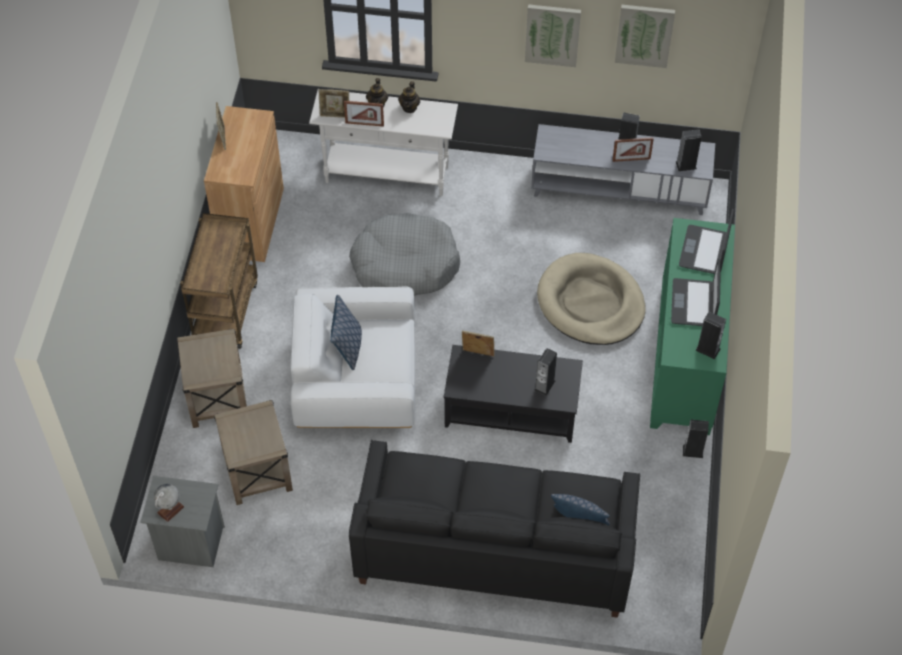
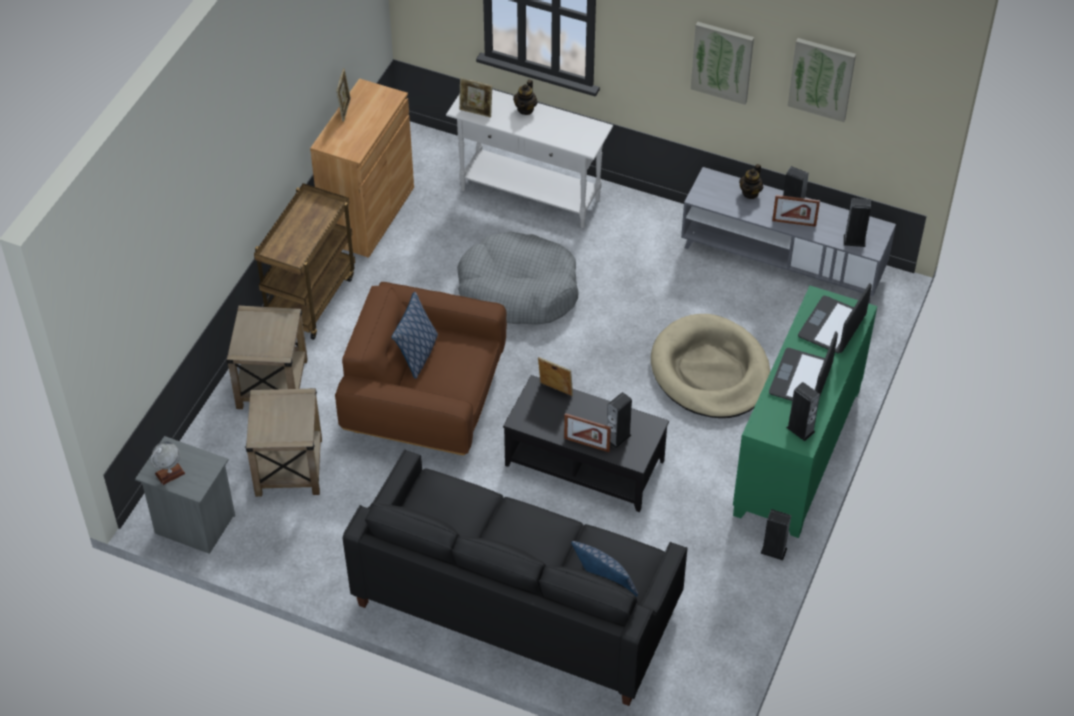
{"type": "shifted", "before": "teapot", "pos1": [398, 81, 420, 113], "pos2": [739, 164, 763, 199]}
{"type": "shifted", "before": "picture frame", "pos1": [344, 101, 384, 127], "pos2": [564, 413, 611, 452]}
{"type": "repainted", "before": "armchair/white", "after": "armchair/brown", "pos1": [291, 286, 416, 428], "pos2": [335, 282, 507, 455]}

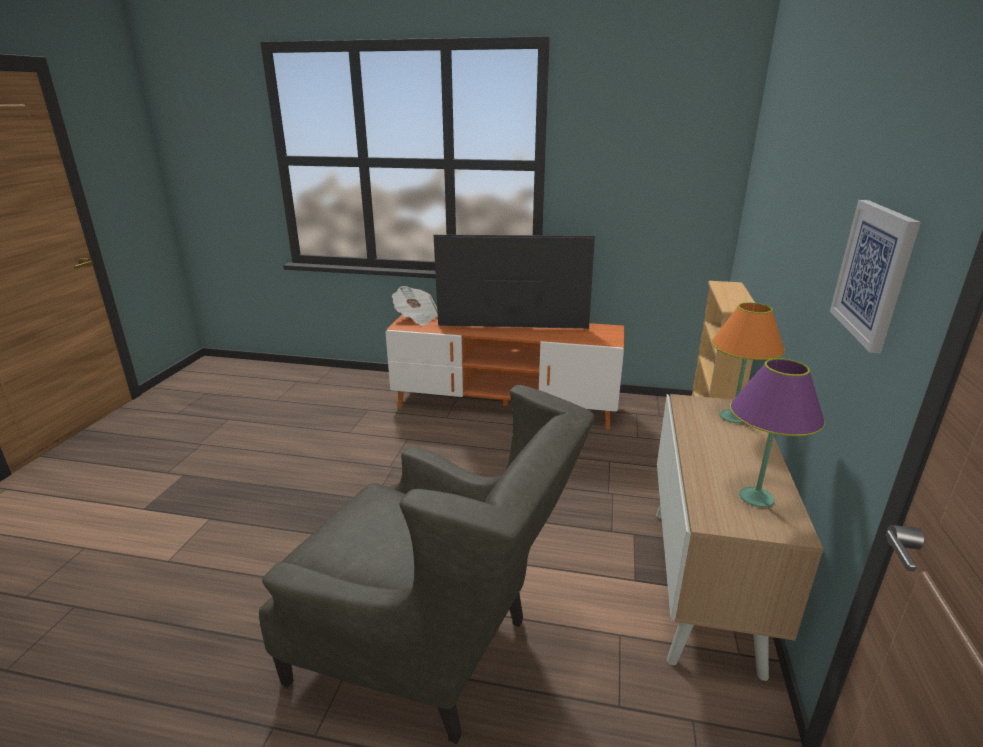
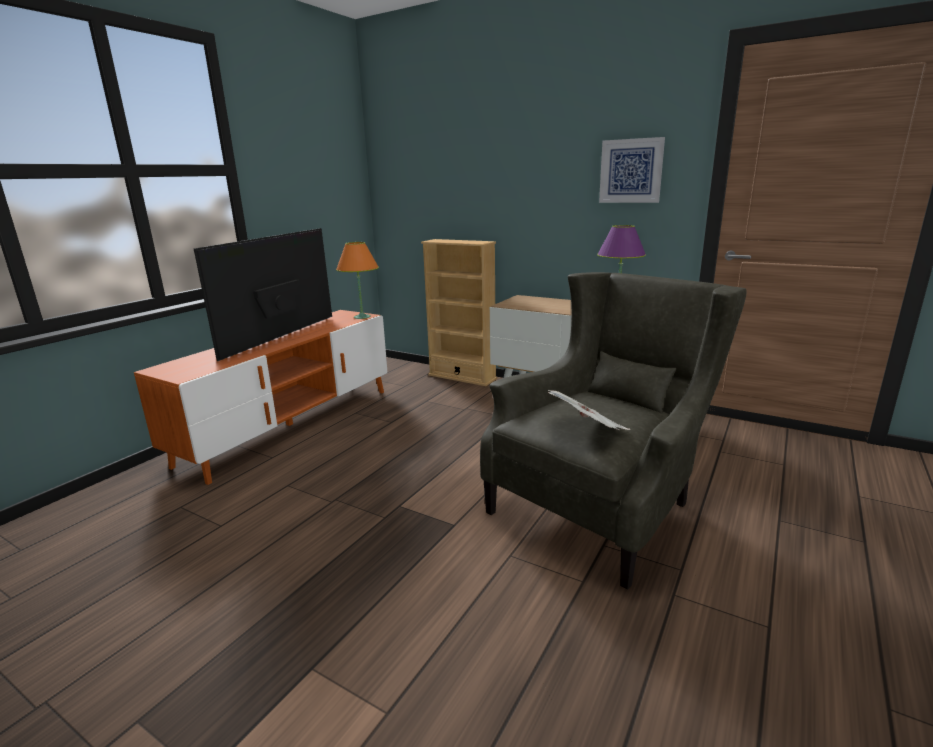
{"type": "shifted", "before": "newspaper", "pos1": [392, 286, 438, 325], "pos2": [548, 390, 631, 430]}
{"type": "shifted", "before": "table lamp/orange", "pos1": [711, 303, 785, 423], "pos2": [336, 242, 379, 319]}

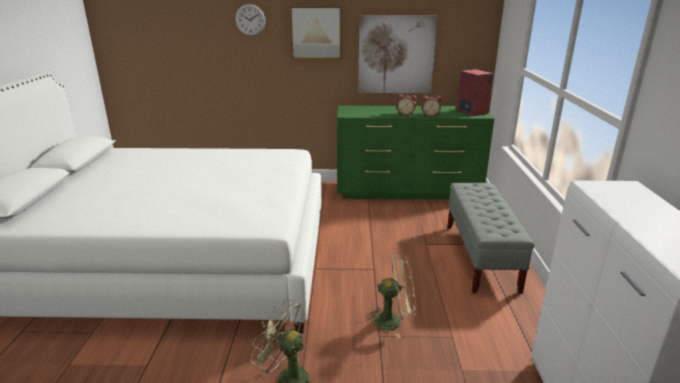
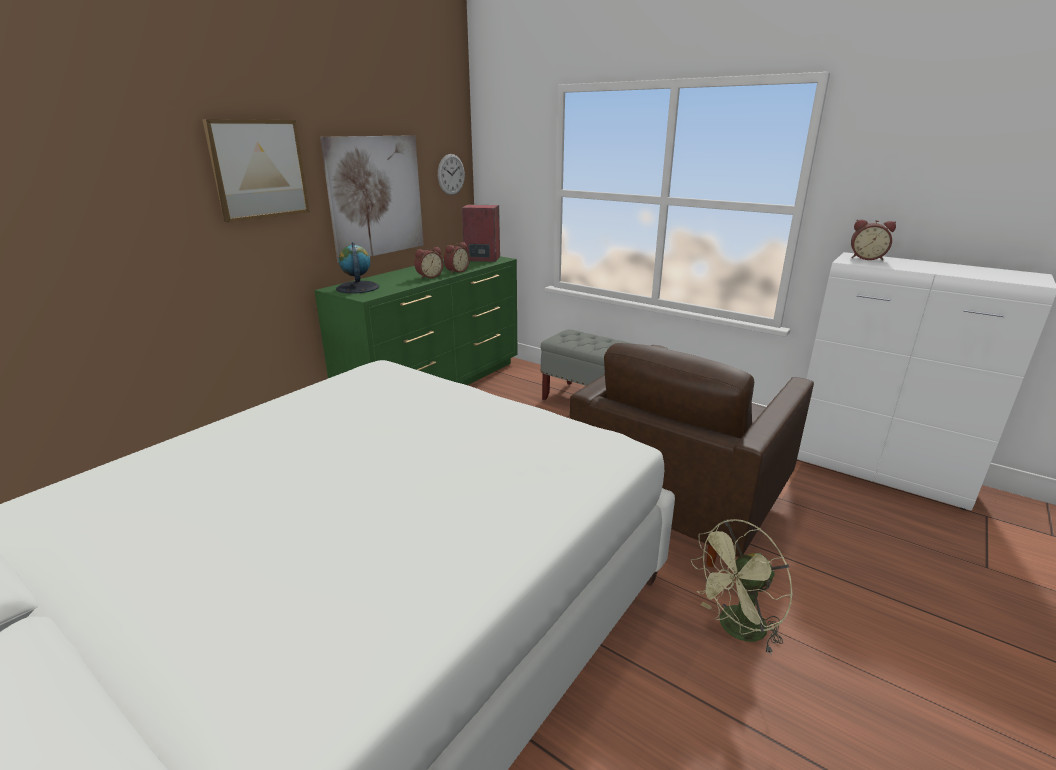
{"type": "shifted", "before": "wall clock", "pos1": [235, 4, 265, 36], "pos2": [438, 154, 465, 195]}
{"type": "swapped", "before": "fan/green", "after": "armchair/brown", "pos1": [365, 255, 416, 338], "pos2": [570, 343, 814, 567]}
{"type": "new", "after": "alarm clock", "pos2": [851, 219, 896, 260]}
{"type": "new", "after": "globe", "pos2": [336, 242, 379, 294]}

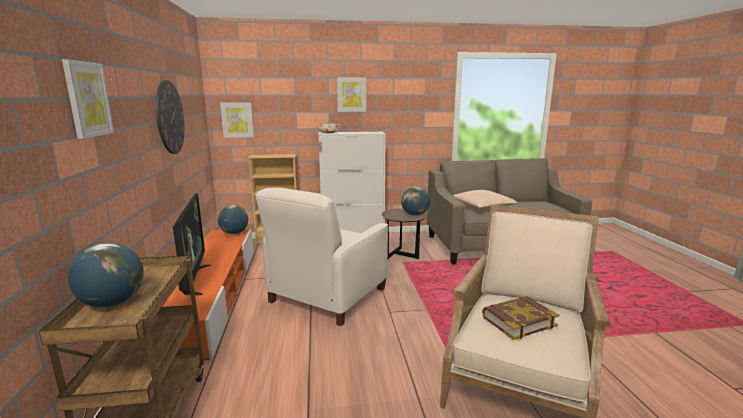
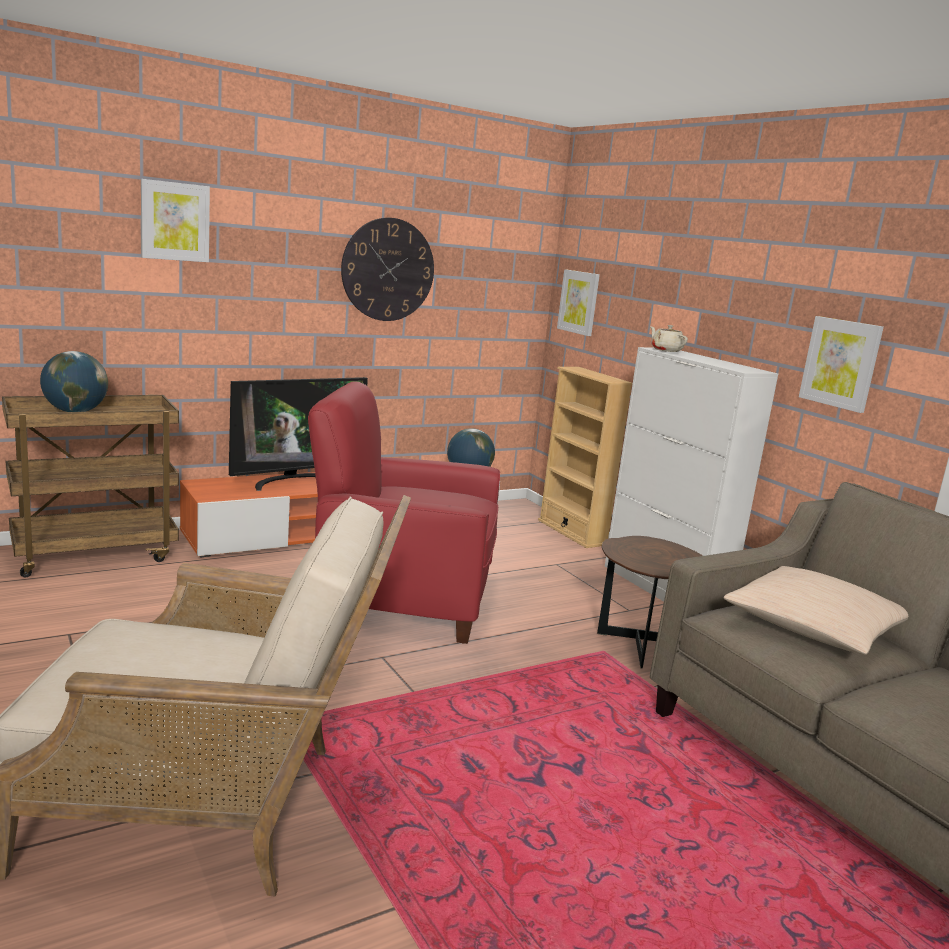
{"type": "shifted", "before": "picture", "pos1": [337, 77, 366, 112], "pos2": [799, 316, 884, 413]}
{"type": "gone", "before": "globe", "pos1": [401, 187, 430, 216]}
{"type": "repainted", "before": "armchair/white", "after": "armchair/red", "pos1": [256, 188, 388, 326], "pos2": [308, 381, 500, 644]}
{"type": "gone", "before": "book", "pos1": [482, 296, 559, 340]}

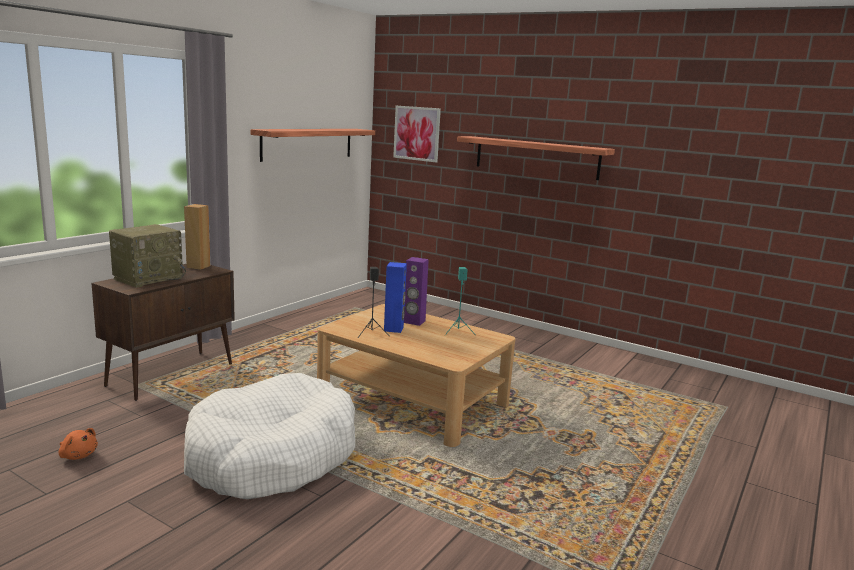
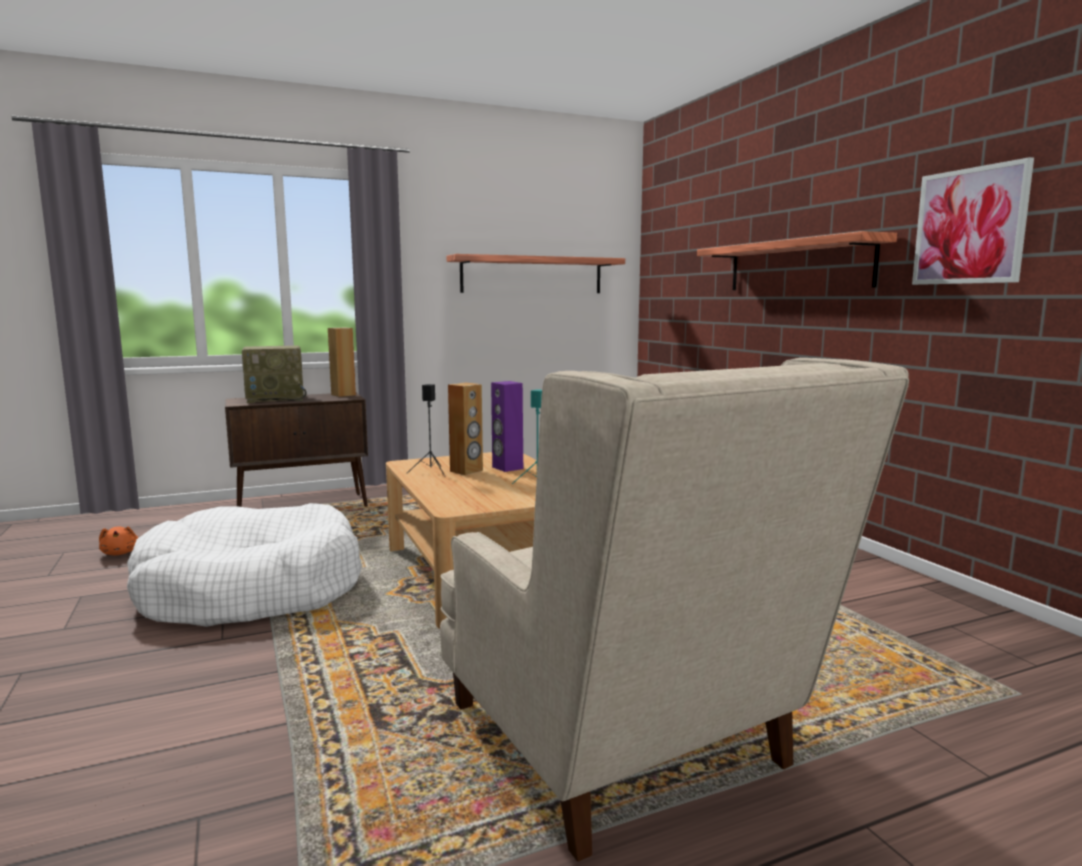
{"type": "shifted", "before": "picture", "pos1": [393, 106, 441, 162], "pos2": [912, 157, 1034, 285]}
{"type": "repainted", "before": "speaker/blue", "after": "speaker/brown", "pos1": [384, 262, 407, 333], "pos2": [448, 383, 483, 475]}
{"type": "new", "after": "armchair/beige", "pos2": [440, 358, 909, 861]}

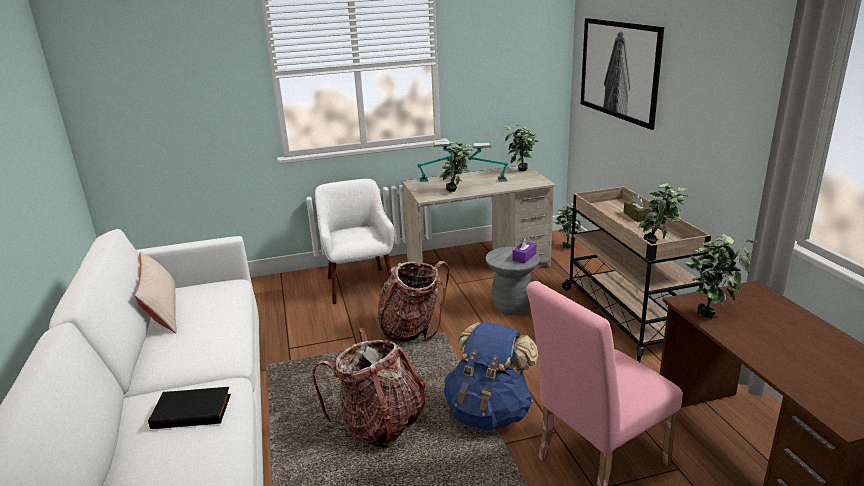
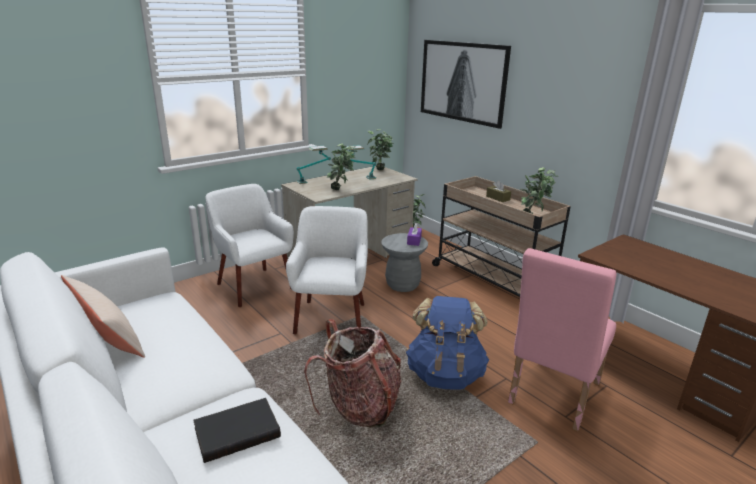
{"type": "gone", "before": "potted plant", "pos1": [685, 233, 759, 318]}
{"type": "swapped", "before": "backpack", "after": "armchair/white", "pos1": [378, 261, 450, 343], "pos2": [286, 206, 368, 334]}

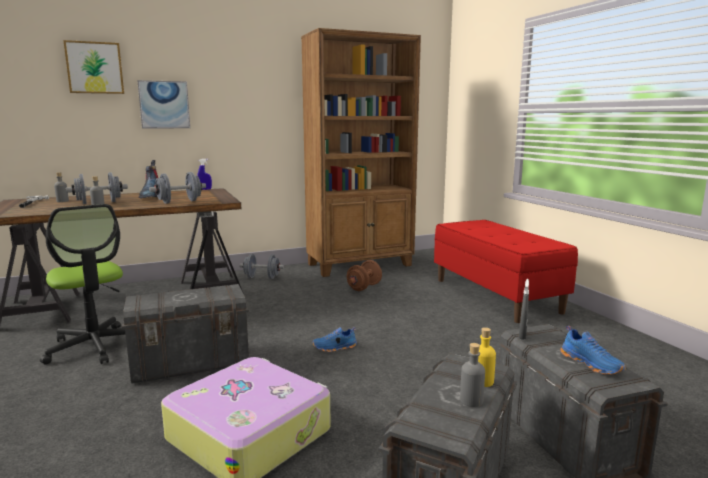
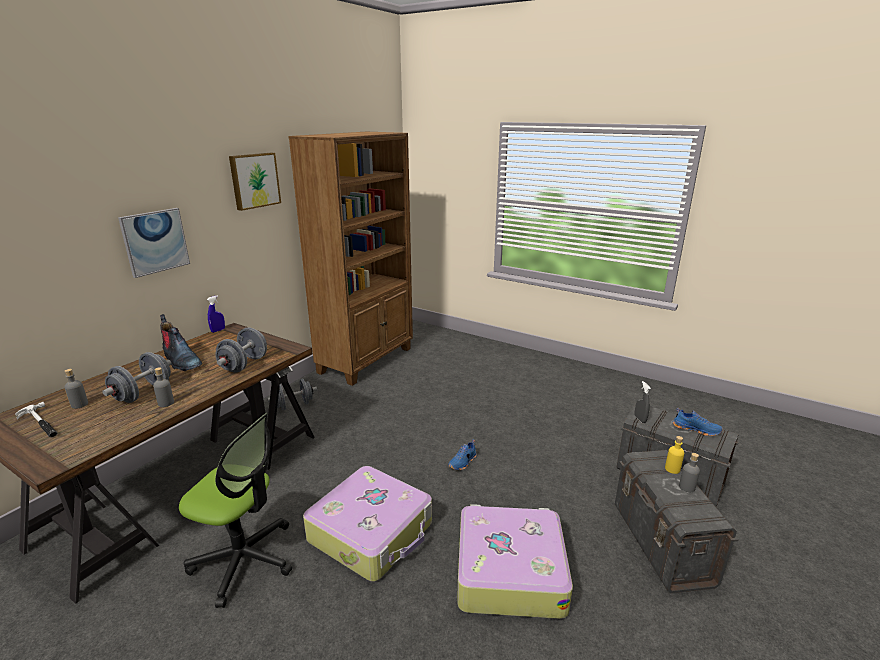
{"type": "shifted", "before": "picture", "pos1": [63, 40, 124, 94], "pos2": [229, 153, 281, 211]}
{"type": "gone", "before": "bench/red", "pos1": [434, 220, 578, 323]}
{"type": "gone", "before": "dumbbell/brown", "pos1": [347, 260, 382, 291]}
{"type": "swapped", "before": "storage box/grey", "after": "suitcase", "pos1": [122, 284, 249, 384], "pos2": [303, 466, 432, 581]}

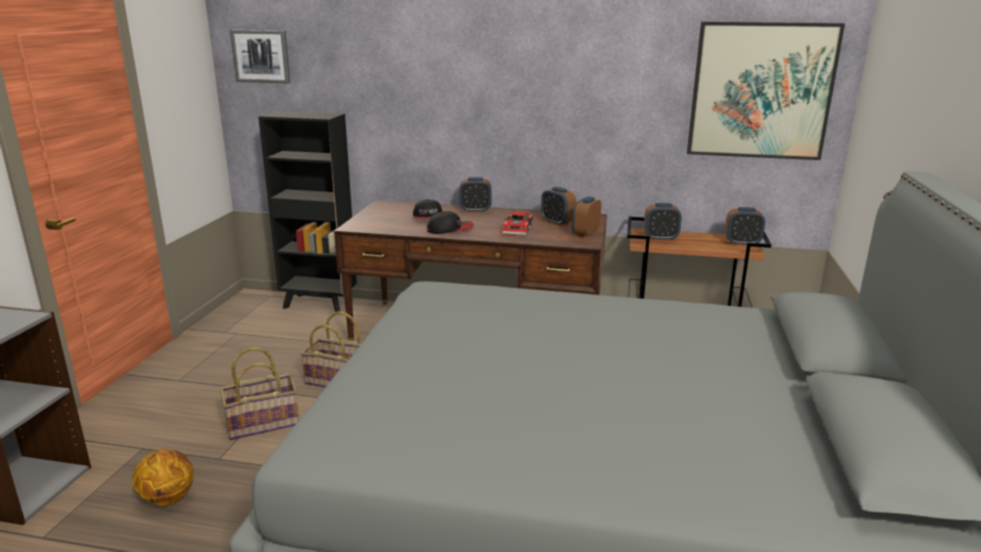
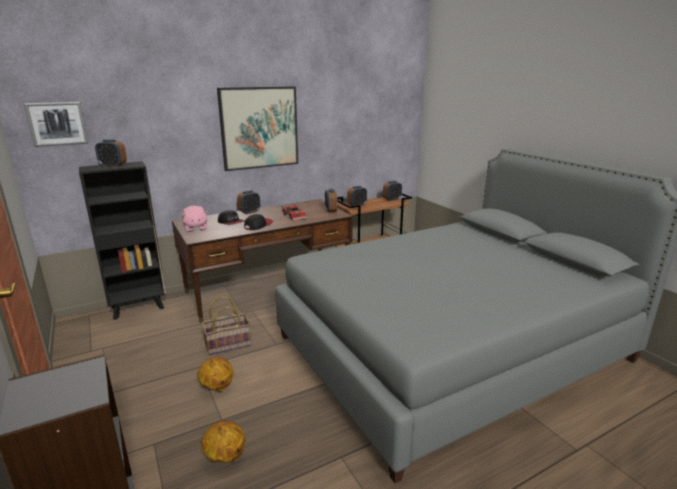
{"type": "shifted", "before": "picture", "pos1": [687, 22, 845, 160], "pos2": [217, 86, 298, 171]}
{"type": "shifted", "before": "alarm clock", "pos1": [541, 187, 576, 226], "pos2": [95, 139, 127, 167]}
{"type": "swapped", "before": "basket", "after": "basketball", "pos1": [220, 347, 299, 440], "pos2": [198, 357, 234, 392]}
{"type": "new", "after": "plush toy/pink", "pos2": [181, 206, 208, 232]}

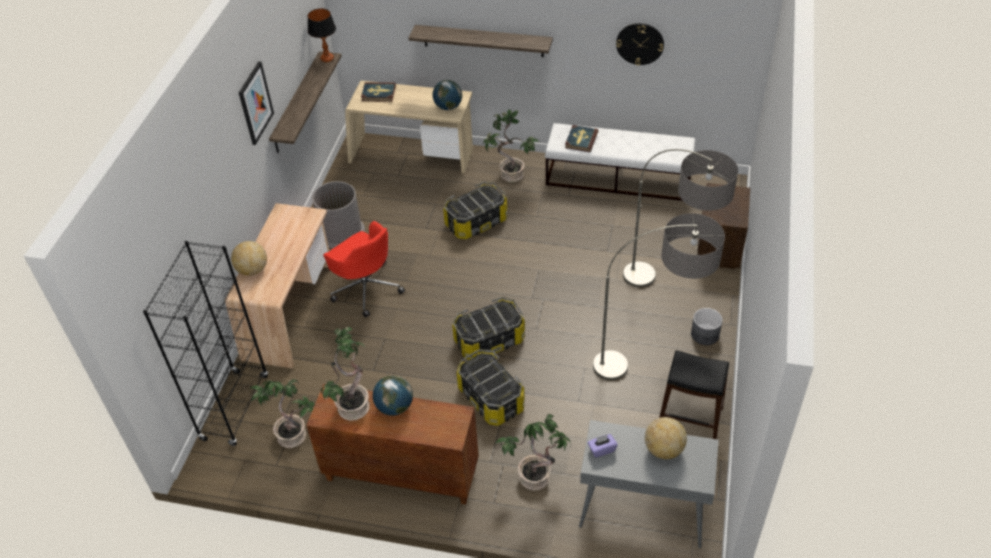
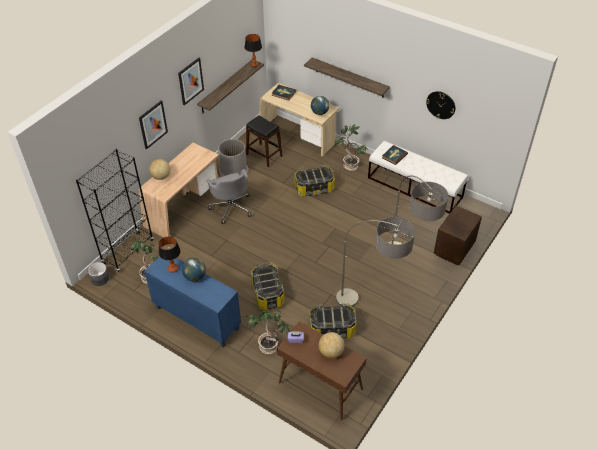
{"type": "repainted", "before": "office chair/red", "after": "office chair/grey", "pos1": [323, 221, 405, 318], "pos2": [207, 169, 252, 224]}
{"type": "shifted", "before": "storage box", "pos1": [452, 297, 525, 360], "pos2": [310, 303, 357, 338]}
{"type": "shifted", "before": "planter/grey", "pos1": [691, 308, 723, 345], "pos2": [88, 262, 109, 286]}
{"type": "swapped", "before": "potted plant", "after": "table lamp", "pos1": [321, 327, 370, 421], "pos2": [159, 237, 181, 272]}
{"type": "shifted", "before": "stool/black", "pos1": [659, 350, 729, 439], "pos2": [246, 115, 282, 167]}
{"type": "repainted", "before": "cabinet/brown", "after": "cabinet/blue", "pos1": [306, 384, 479, 504], "pos2": [144, 256, 241, 347]}
{"type": "repainted", "before": "console table/grey", "after": "console table/brown", "pos1": [579, 420, 719, 548], "pos2": [277, 321, 367, 420]}
{"type": "new", "after": "picture", "pos2": [139, 101, 168, 149]}

